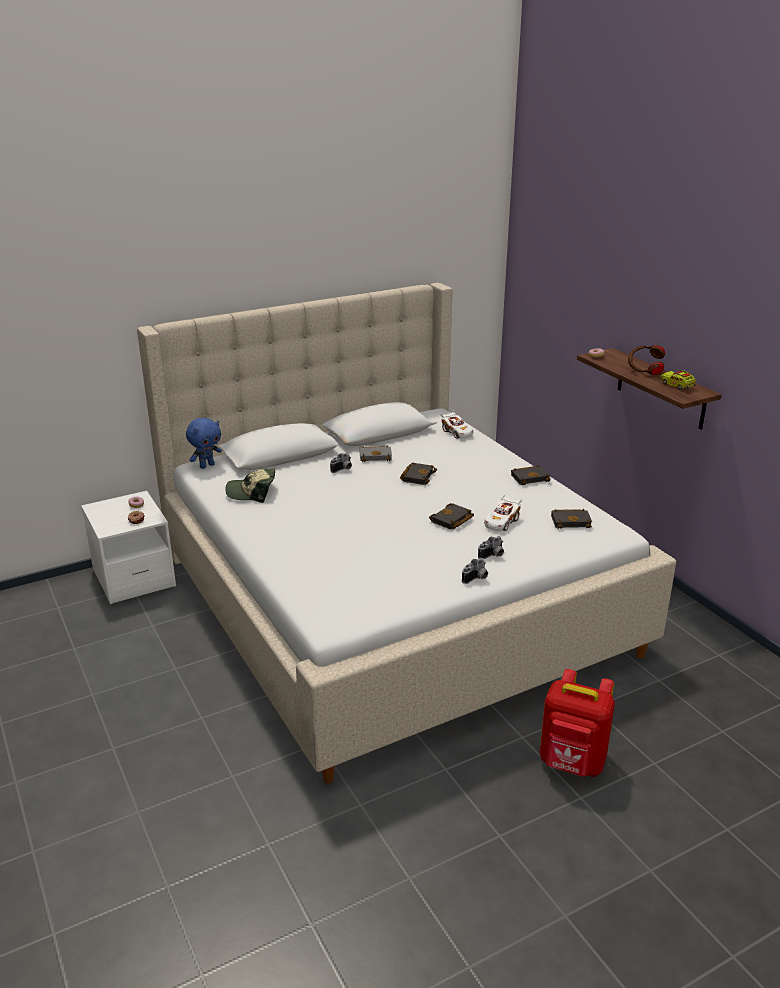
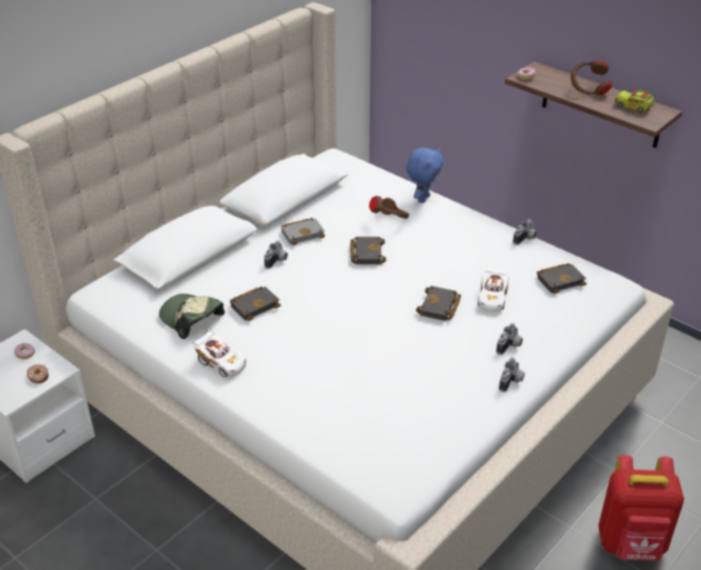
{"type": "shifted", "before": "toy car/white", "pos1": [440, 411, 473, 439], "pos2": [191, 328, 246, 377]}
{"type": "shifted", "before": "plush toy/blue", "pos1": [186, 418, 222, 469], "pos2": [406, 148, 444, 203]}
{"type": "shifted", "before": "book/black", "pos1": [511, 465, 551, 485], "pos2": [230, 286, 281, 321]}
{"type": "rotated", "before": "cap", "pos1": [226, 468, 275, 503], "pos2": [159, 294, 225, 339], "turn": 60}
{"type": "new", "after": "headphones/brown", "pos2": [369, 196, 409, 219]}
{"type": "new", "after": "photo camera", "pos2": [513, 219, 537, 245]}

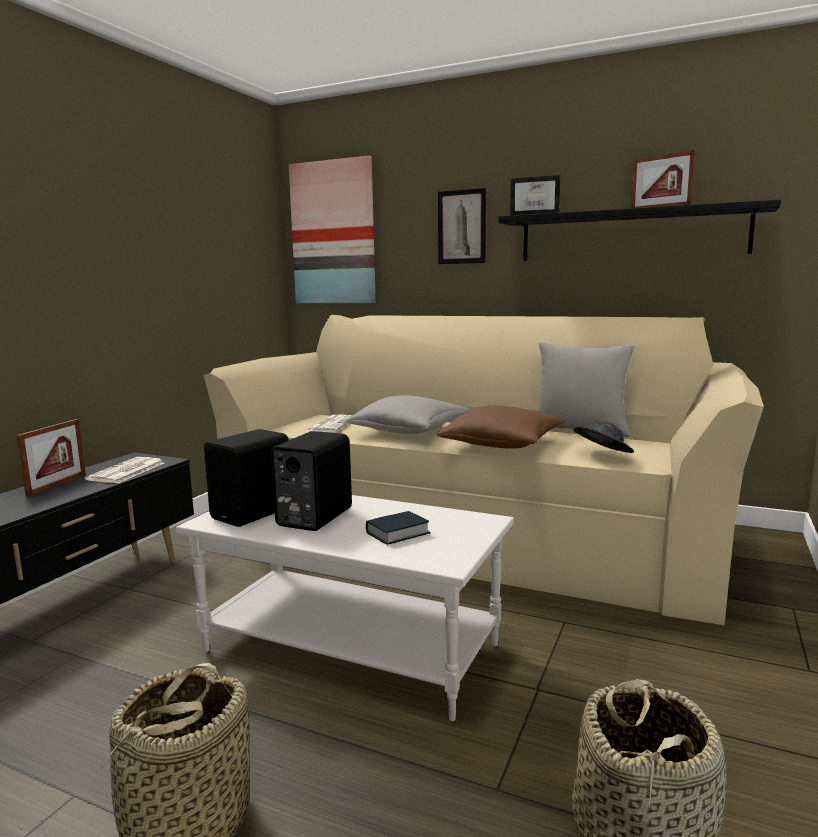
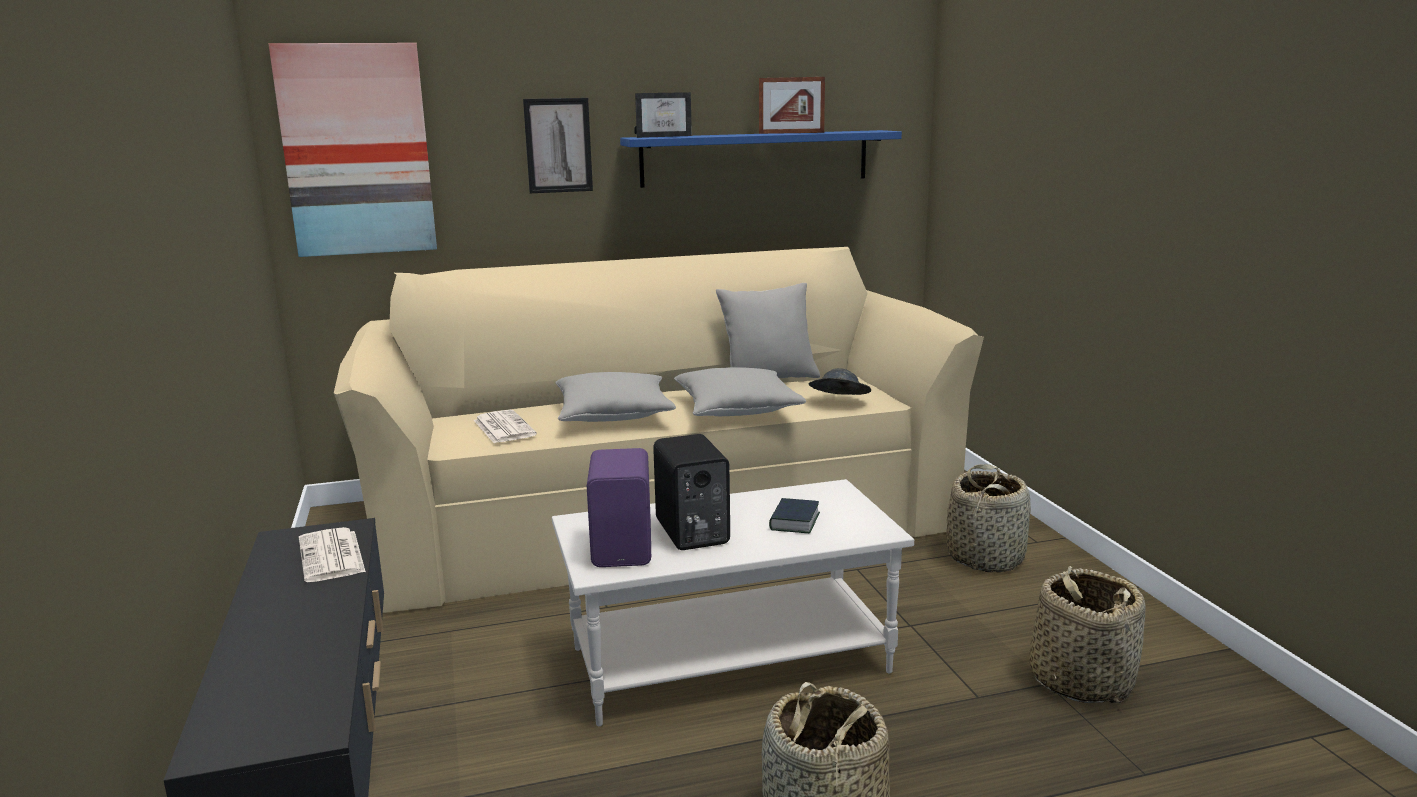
{"type": "repainted", "before": "shelf/black", "after": "shelf/blue", "pos1": [498, 199, 781, 261], "pos2": [620, 130, 902, 188]}
{"type": "repainted", "before": "pillow/brown", "after": "pillow/grey", "pos1": [436, 405, 565, 449], "pos2": [674, 367, 806, 416]}
{"type": "gone", "before": "picture frame", "pos1": [17, 419, 86, 497]}
{"type": "repainted", "before": "speaker/black", "after": "speaker/purple", "pos1": [204, 429, 289, 527], "pos2": [587, 448, 651, 567]}
{"type": "new", "after": "basket", "pos2": [946, 464, 1031, 573]}

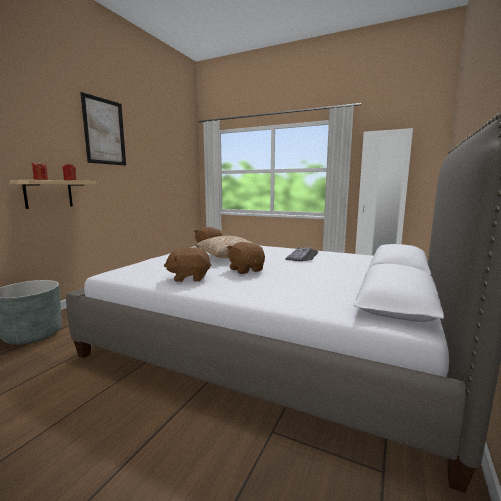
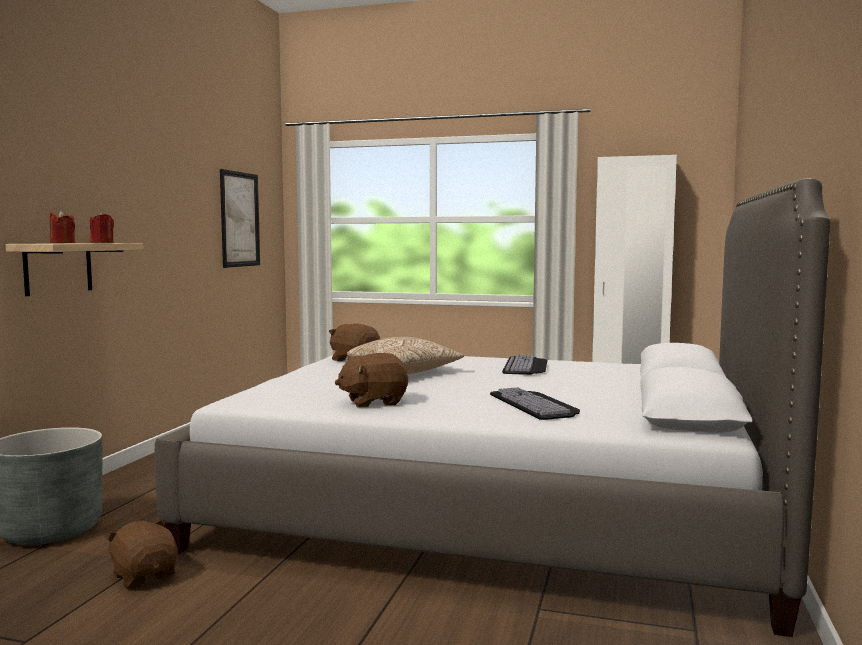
{"type": "shifted", "before": "picture", "pos1": [80, 92, 126, 166], "pos2": [220, 169, 260, 268]}
{"type": "shifted", "before": "plush toy/brown", "pos1": [226, 242, 265, 274], "pos2": [104, 520, 178, 589]}
{"type": "new", "after": "keyboard", "pos2": [490, 387, 580, 420]}

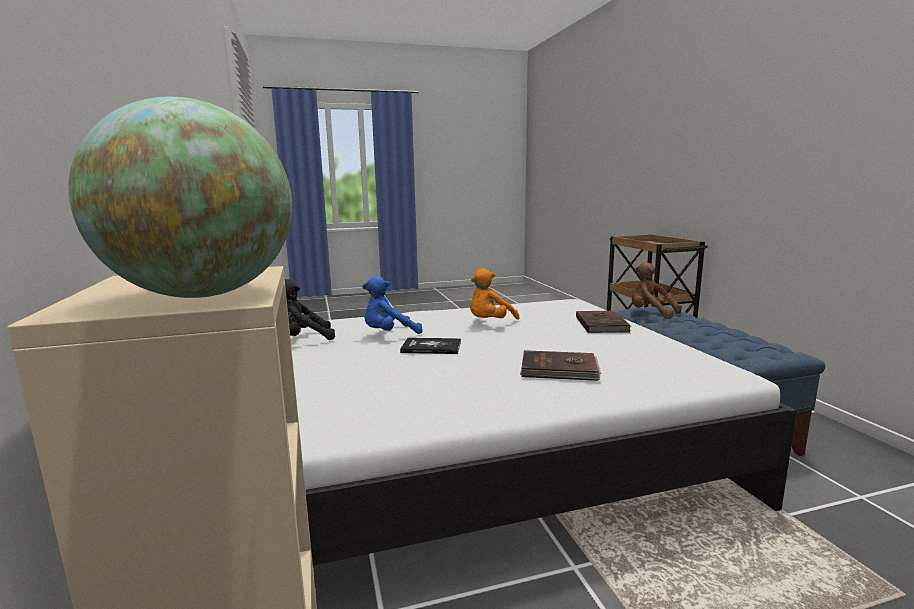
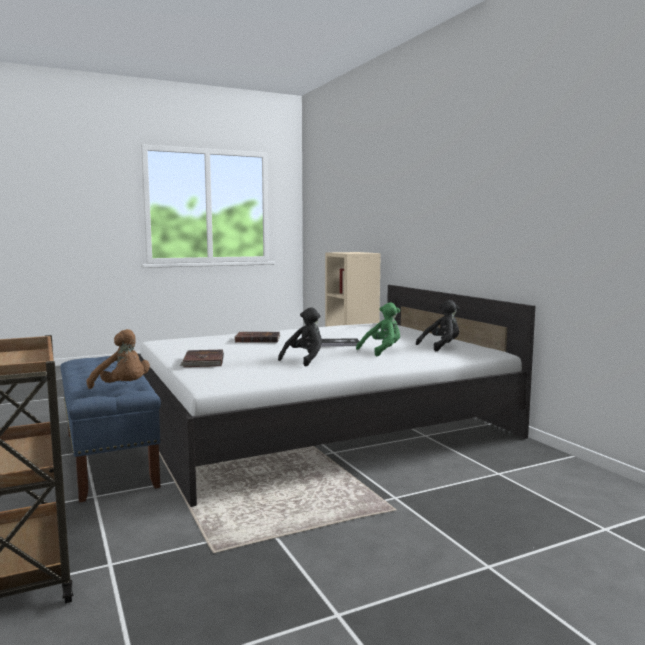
{"type": "gone", "before": "globe", "pos1": [69, 97, 292, 298]}
{"type": "repainted", "before": "plush toy/orange", "after": "plush toy/black", "pos1": [470, 268, 519, 320], "pos2": [278, 307, 322, 366]}
{"type": "repainted", "before": "plush toy/blue", "after": "plush toy/green", "pos1": [362, 276, 423, 334], "pos2": [356, 303, 400, 356]}

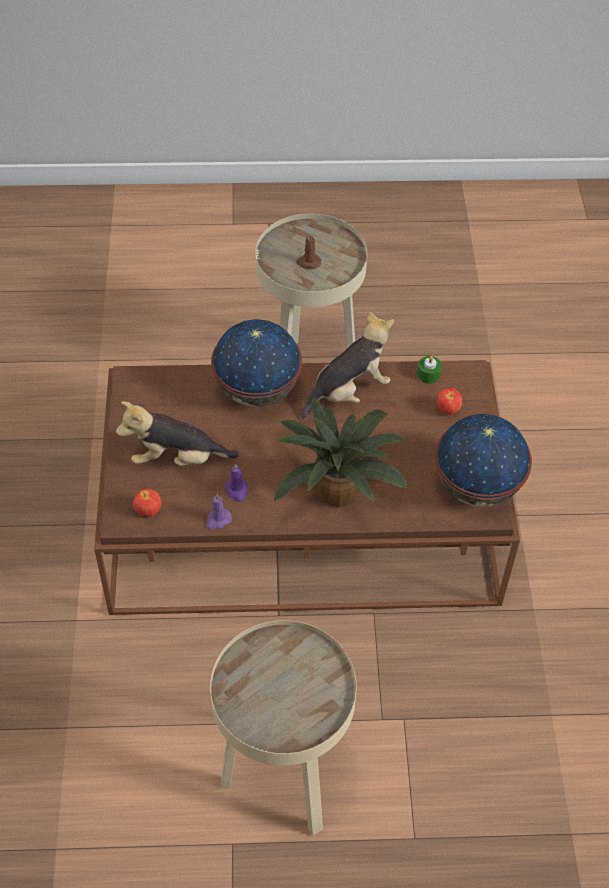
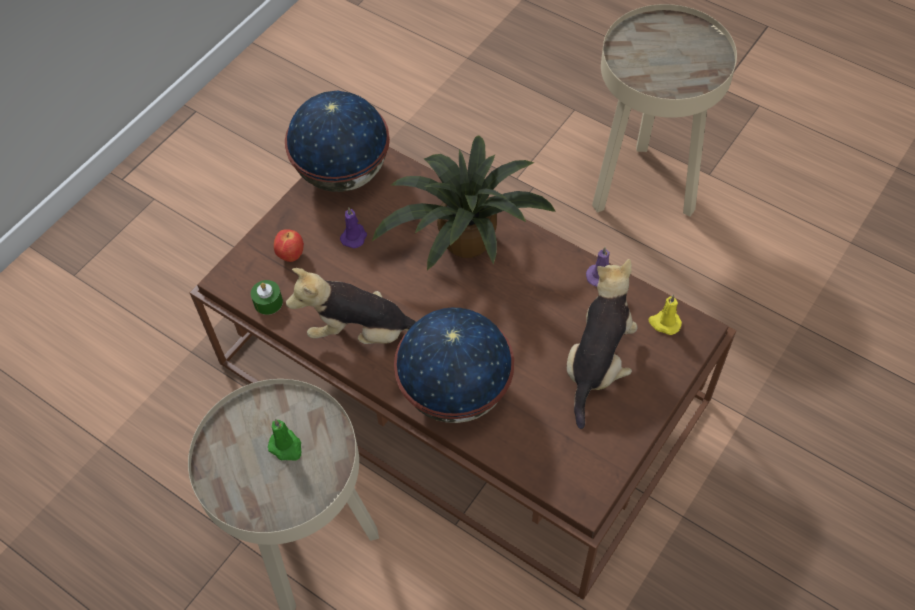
{"type": "repainted", "before": "candle/brown", "after": "candle/green", "pos1": [296, 232, 321, 269], "pos2": [268, 419, 301, 460]}
{"type": "rotated", "before": "plush toy", "pos1": [116, 401, 239, 466], "pos2": [567, 259, 637, 429], "turn": -105}
{"type": "shifted", "before": "candle/purple", "pos1": [224, 463, 248, 502], "pos2": [340, 207, 367, 248]}
{"type": "swapped", "before": "apple", "after": "candle/yellow", "pos1": [133, 489, 161, 517], "pos2": [649, 295, 682, 335]}

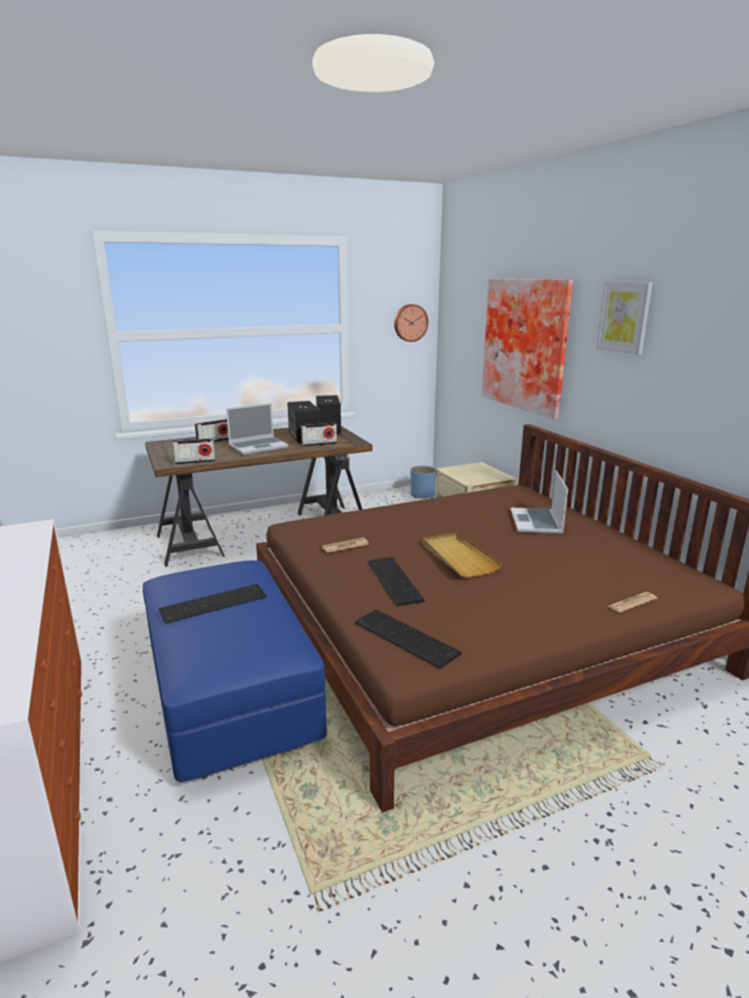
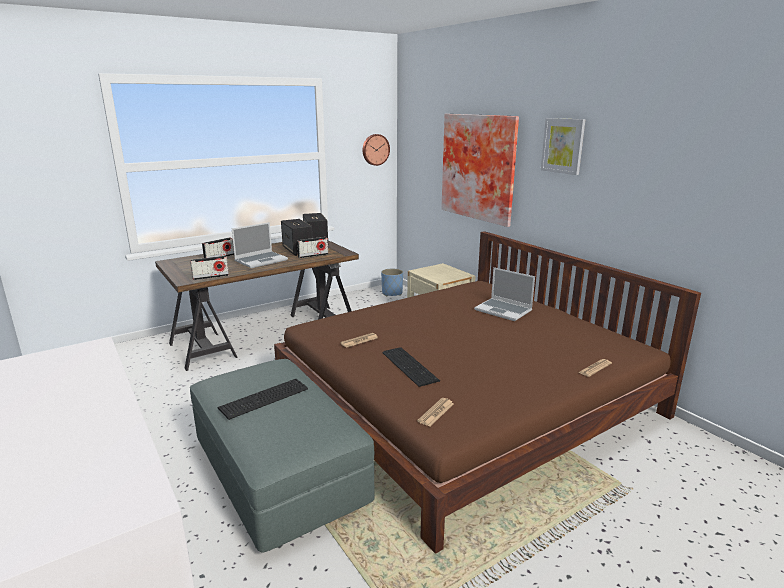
{"type": "rotated", "before": "laptop", "pos1": [511, 470, 568, 534], "pos2": [474, 267, 535, 321], "turn": -45}
{"type": "gone", "before": "tray/beige", "pos1": [422, 532, 502, 577]}
{"type": "repainted", "before": "ottoman/blue", "after": "ottoman/grey", "pos1": [143, 560, 327, 782], "pos2": [190, 359, 375, 553]}
{"type": "swapped", "before": "keyboard", "after": "newspaper", "pos1": [355, 610, 462, 669], "pos2": [417, 398, 454, 426]}

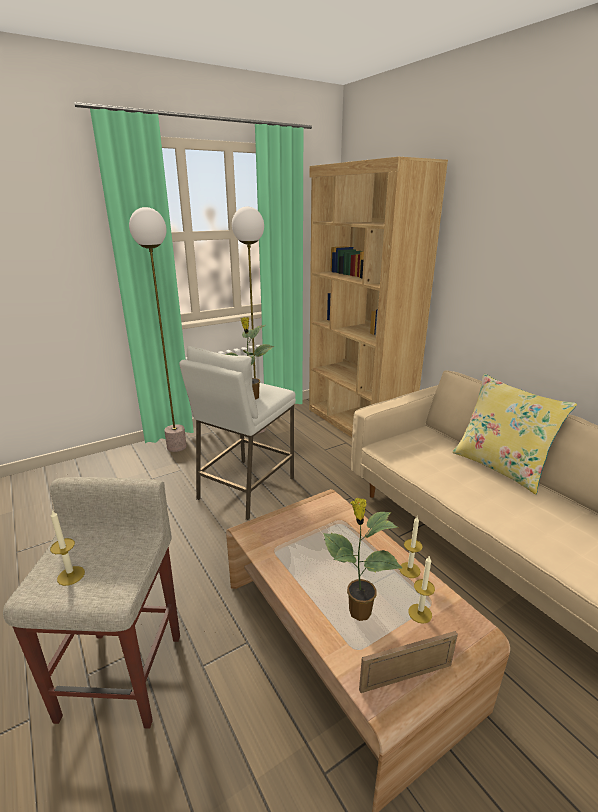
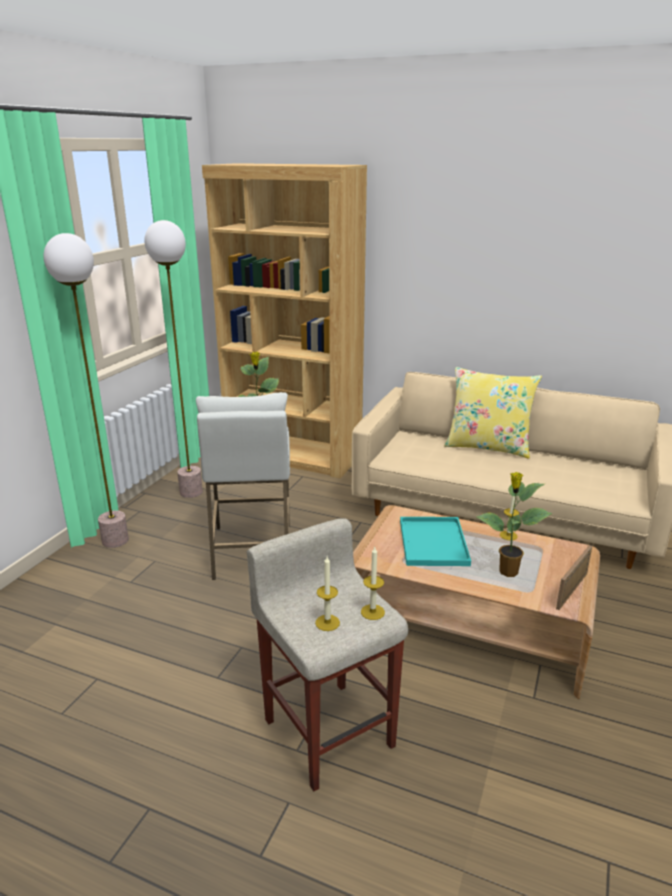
{"type": "shifted", "before": "candle", "pos1": [408, 555, 435, 624], "pos2": [361, 547, 385, 620]}
{"type": "new", "after": "tray/turquoise", "pos2": [400, 517, 471, 566]}

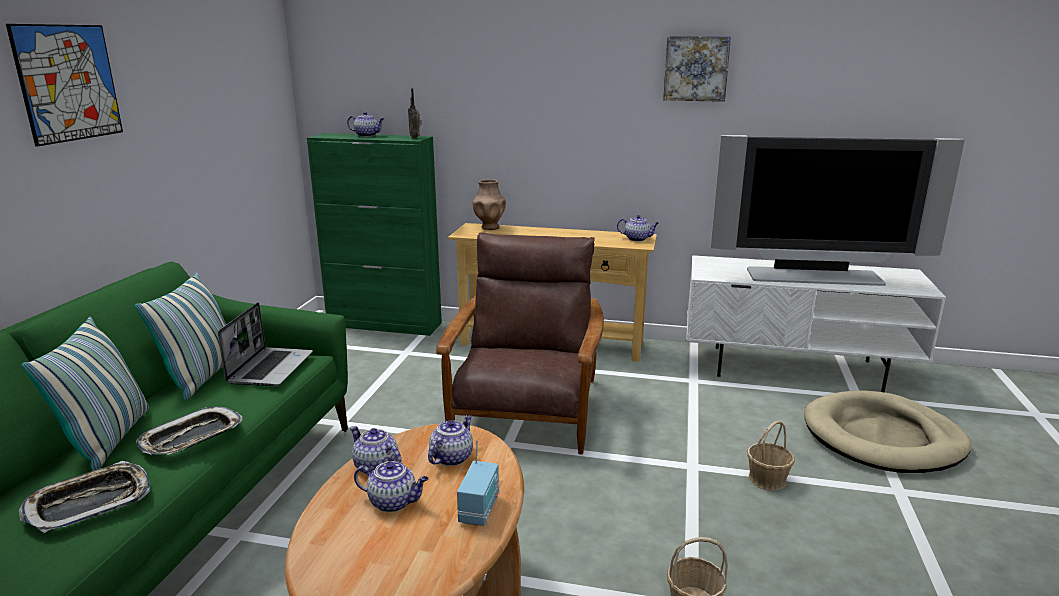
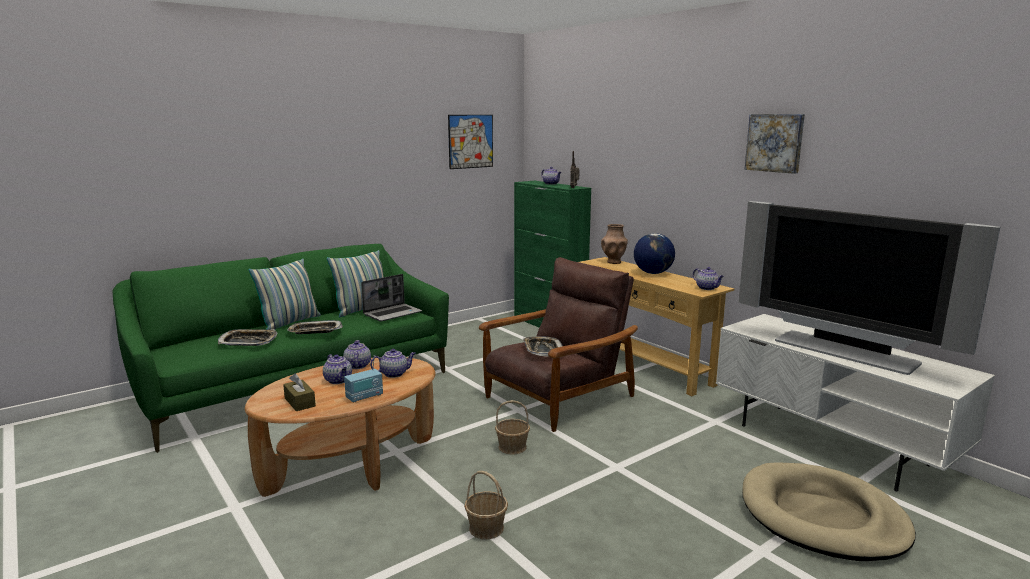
{"type": "shifted", "before": "picture", "pos1": [6, 24, 123, 147], "pos2": [448, 115, 493, 169]}
{"type": "shifted", "before": "basket", "pos1": [747, 421, 795, 491], "pos2": [495, 400, 530, 455]}
{"type": "new", "after": "globe", "pos2": [634, 233, 675, 274]}
{"type": "new", "after": "tray", "pos2": [523, 336, 563, 357]}
{"type": "new", "after": "tissue box/brown", "pos2": [283, 373, 316, 411]}

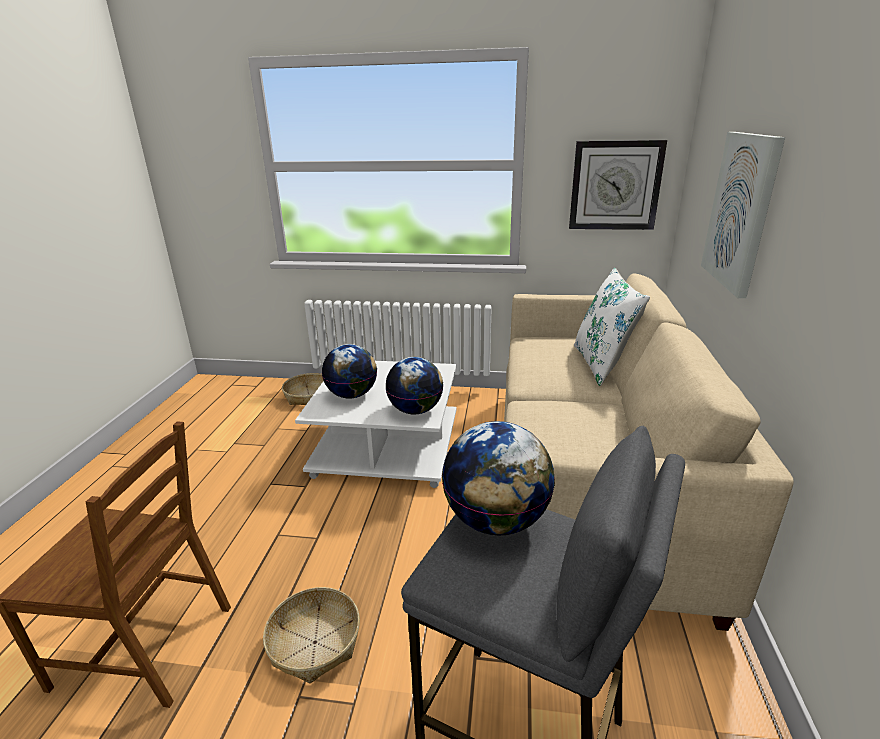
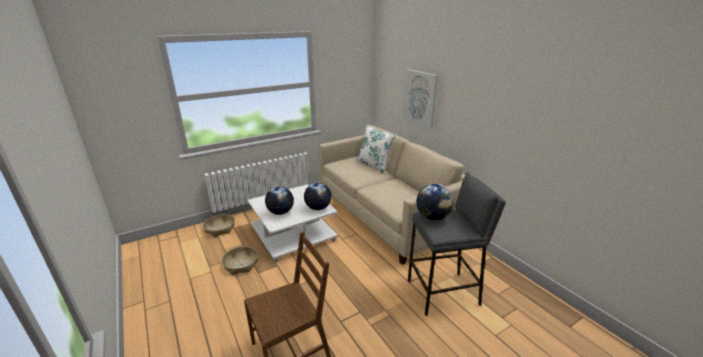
{"type": "gone", "before": "wall clock", "pos1": [569, 140, 667, 230]}
{"type": "shifted", "before": "basket", "pos1": [263, 587, 360, 683], "pos2": [221, 246, 258, 275]}

